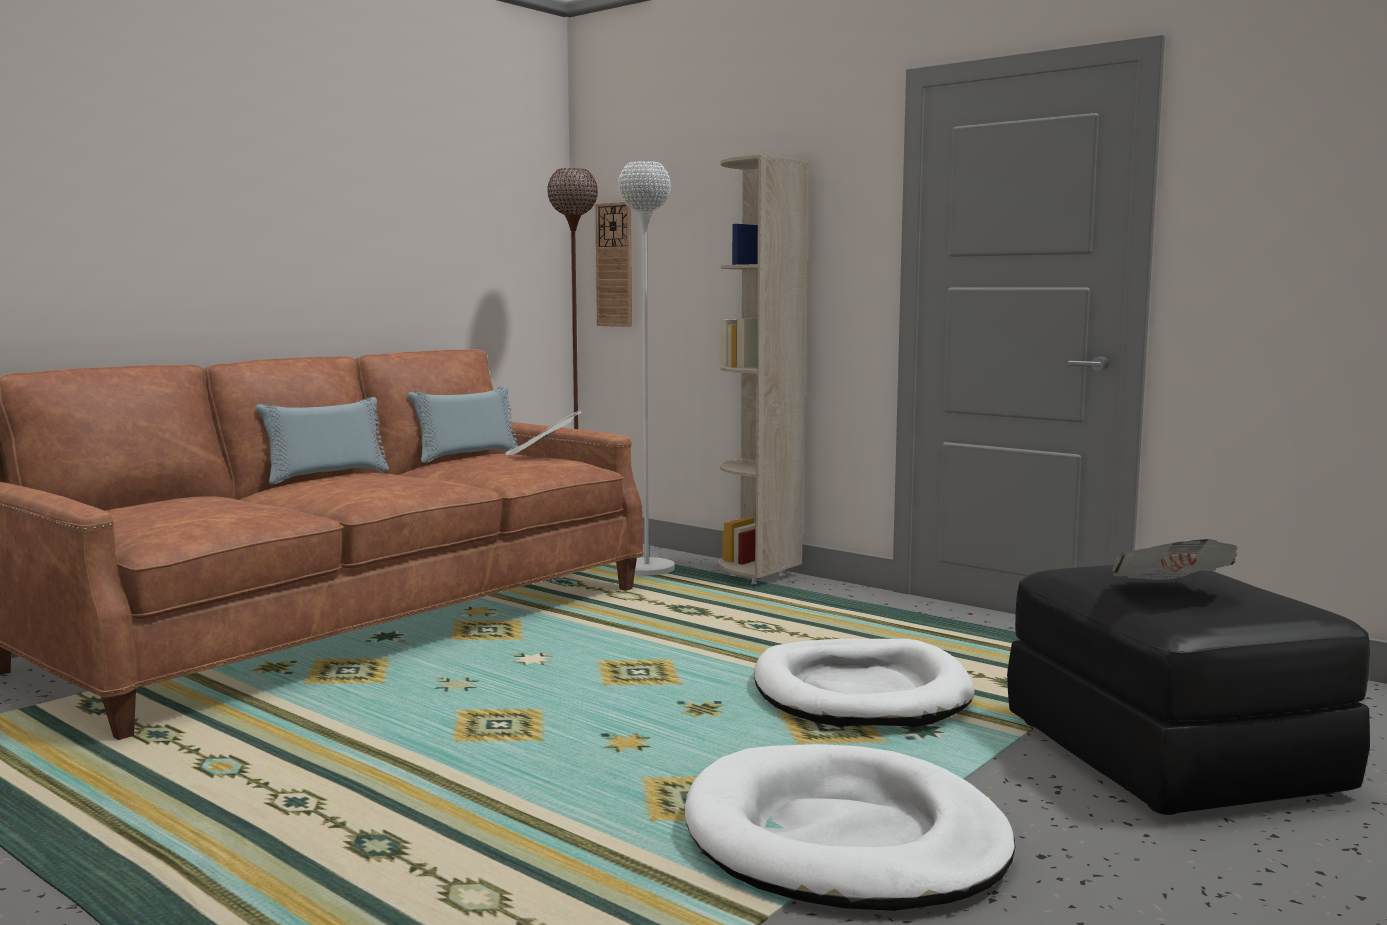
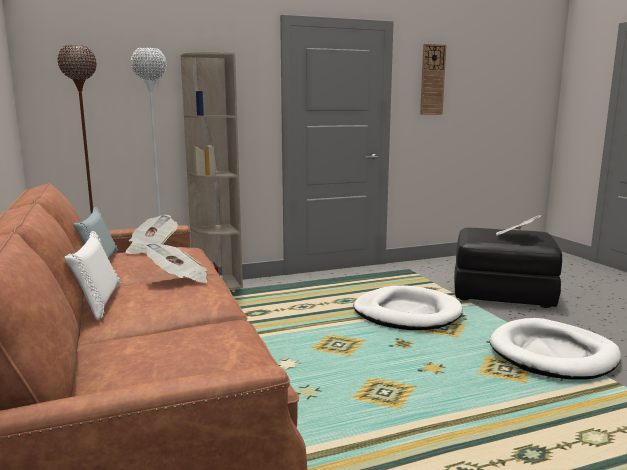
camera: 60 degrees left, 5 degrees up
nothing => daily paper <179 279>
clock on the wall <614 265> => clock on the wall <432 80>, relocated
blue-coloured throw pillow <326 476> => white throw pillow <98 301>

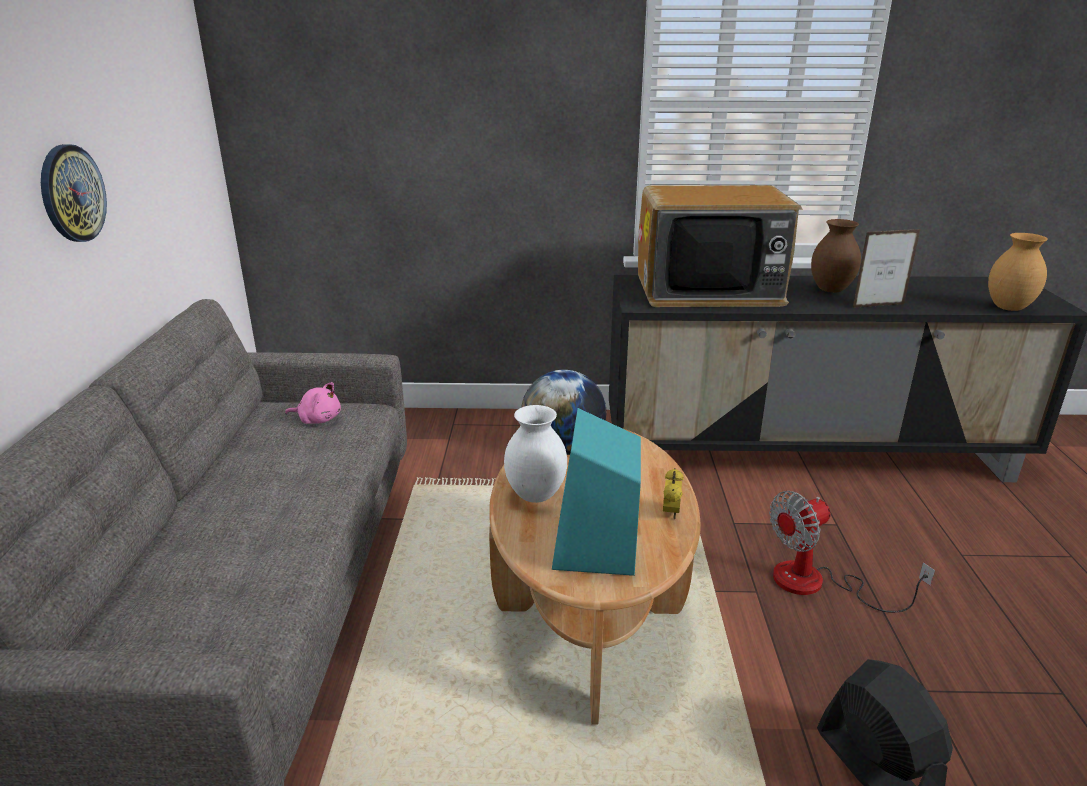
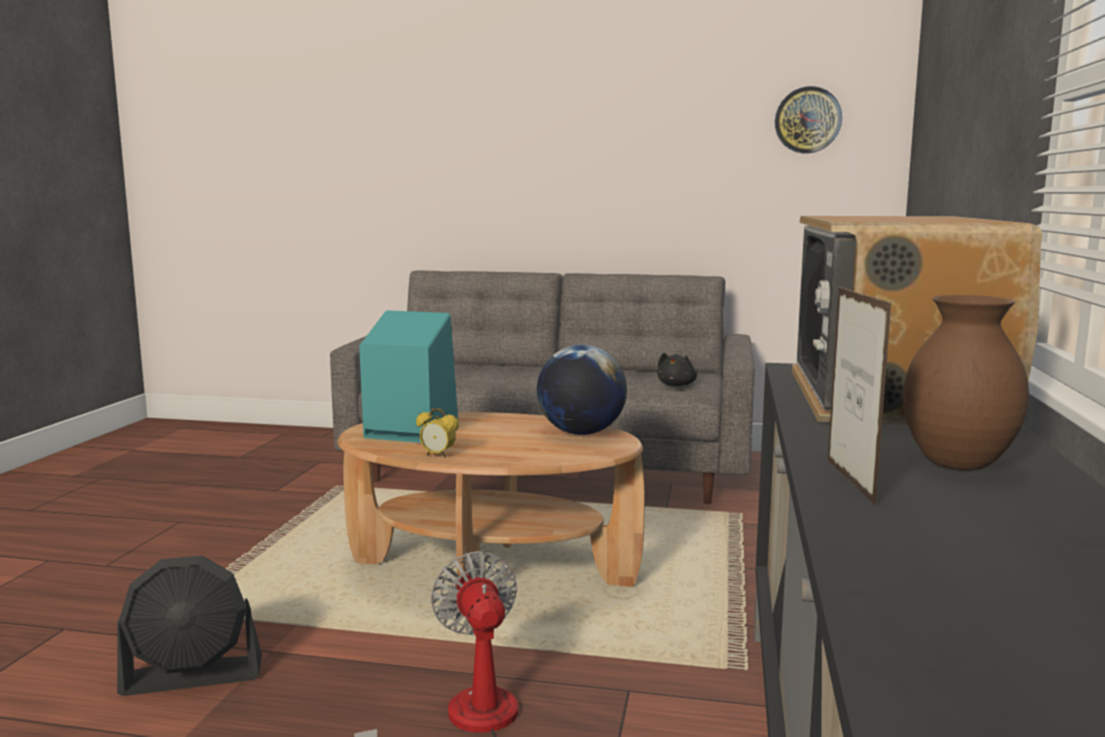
camera: 100 degrees right, 15 degrees down
white flower vase <534 495> => nothing
brownish flower vase <1009 308> => nothing
clock on the wall <72 193> => clock on the wall <807 120>, relocated
pinkish soft toy <318 419> => black-coloured soft toy <677 385>

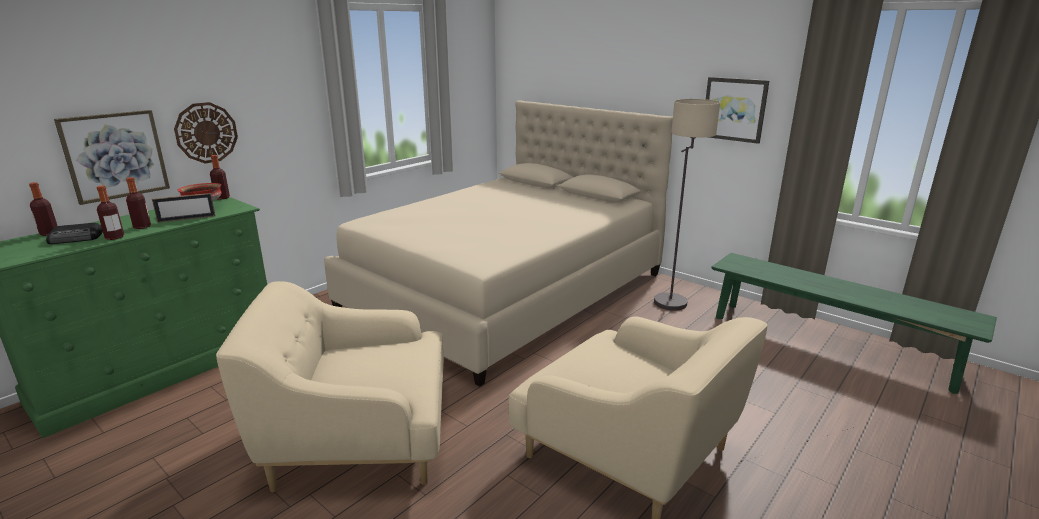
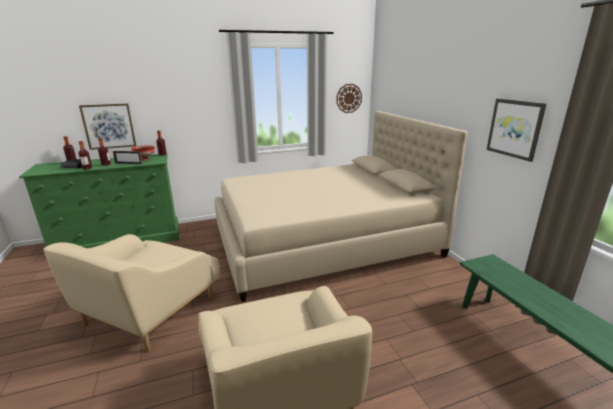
camera: 30 degrees right, 0 degrees up
beige standard lamp <673 299> => nothing
clock on the wall <206 132> => clock on the wall <349 98>, relocated
beige lounge chair <359 437> => beige lounge chair <150 310>, 90 degrees counterclockwise

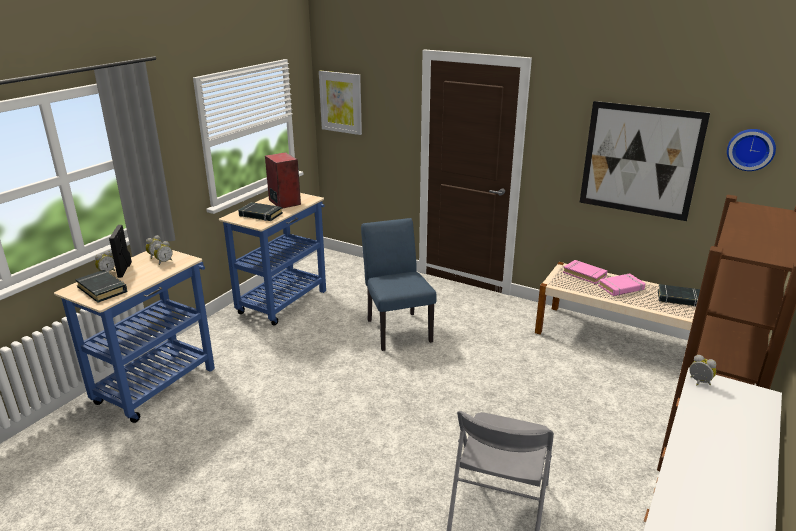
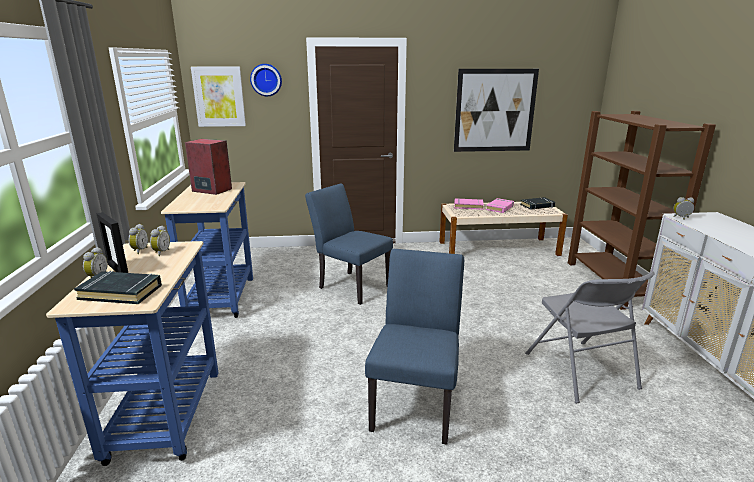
camera: 35 degrees left, 5 degrees down
black-coloured volume <260 215> => nothing
nothing => blue-coloured chair <416 402>
clock on the wall <751 149> => clock on the wall <266 80>, relocated

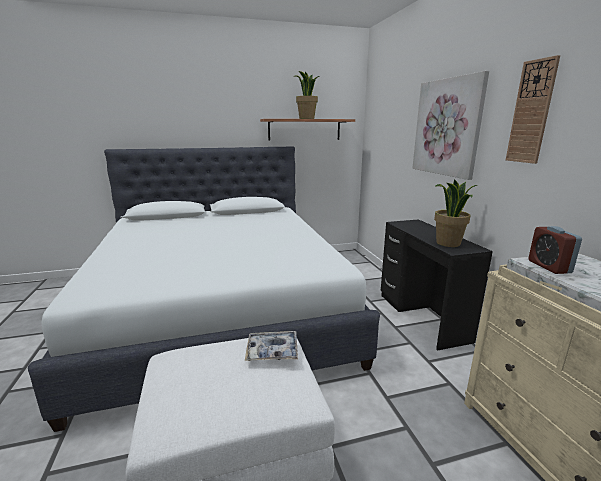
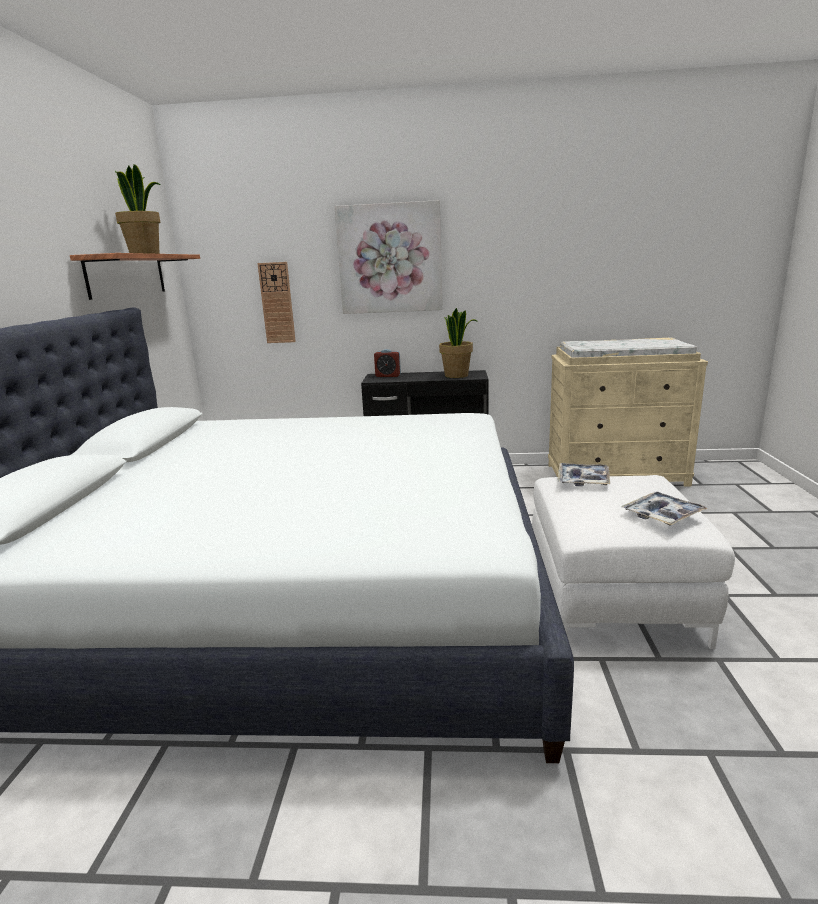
camera: 70 degrees left, 0 degrees up
nothing => serving tray <662 515>
clock on the wall <531 112> => clock on the wall <277 303>, relocated
alarm clock <549 267> => alarm clock <388 376>, relocated

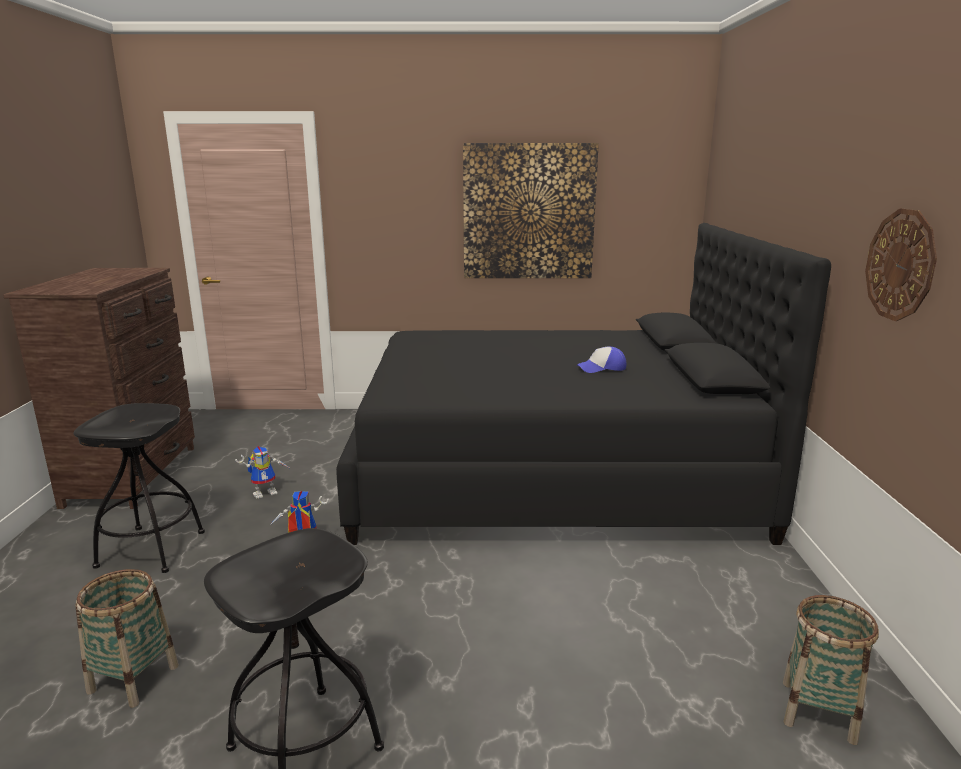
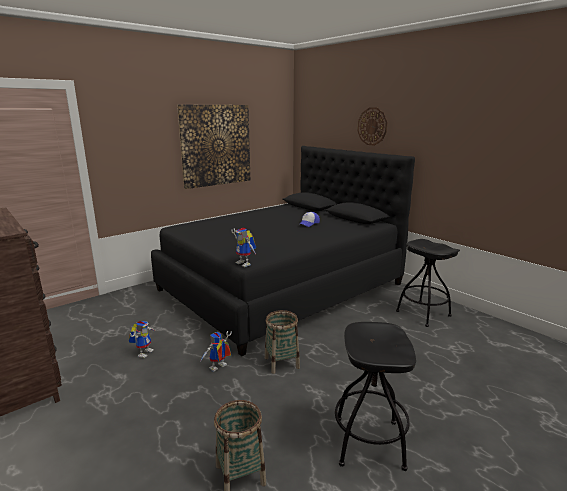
camera: 40 degrees left, 0 degrees up
nothing => model robot <246 263>
black-coloured stool seat <151 548> => black-coloured stool seat <423 313>, relocated
household basket <818 711> => household basket <281 362>, relocated
clock on the wall <900 265> => clock on the wall <372 126>, relocated

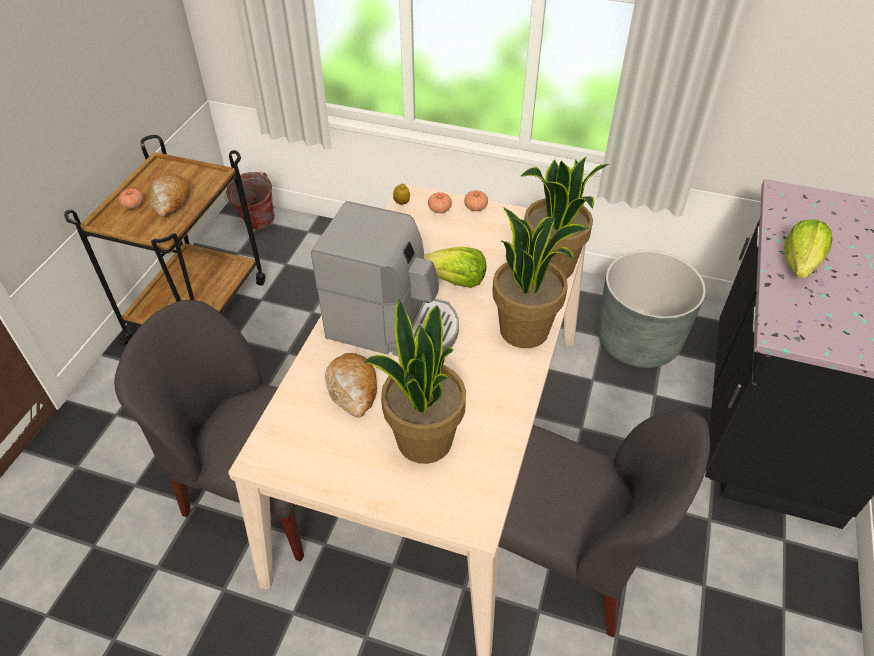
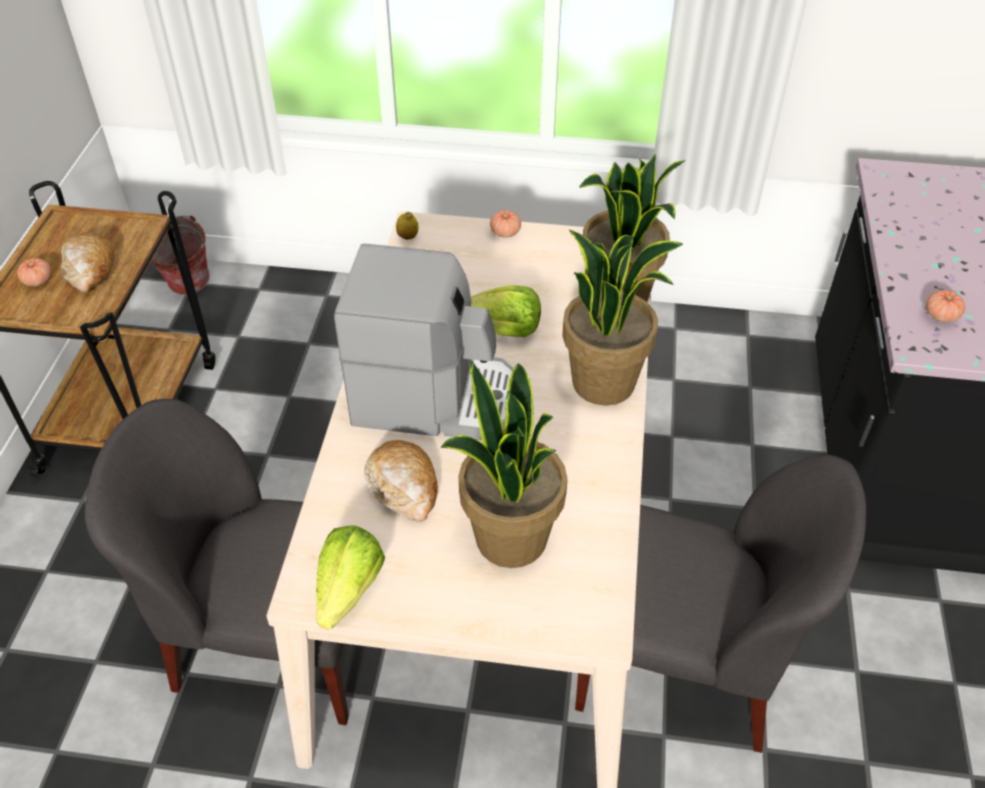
camera: 10 degrees left, 0 degrees up
greyish plant pot <637 341> => nothing
whole tomato <439 209> => whole tomato <941 315>, relocated
head of lettuce <800 264> => head of lettuce <349 590>, relocated

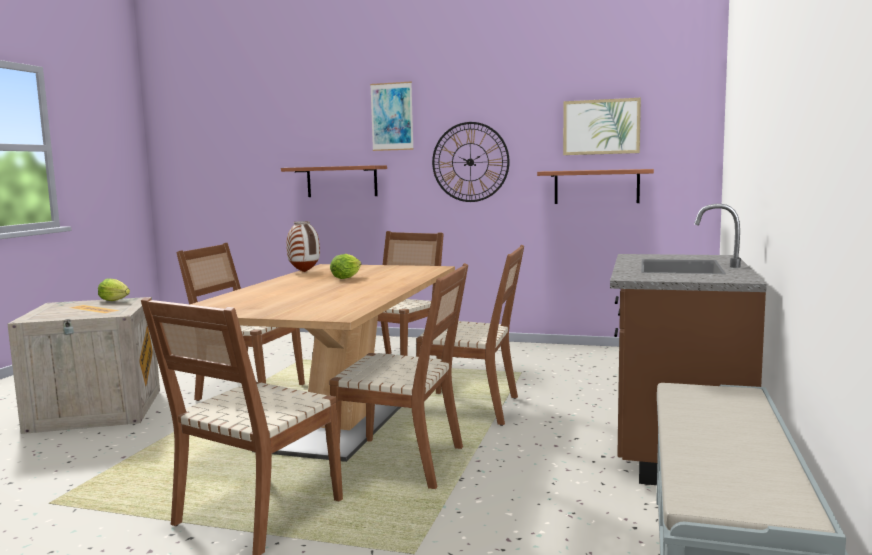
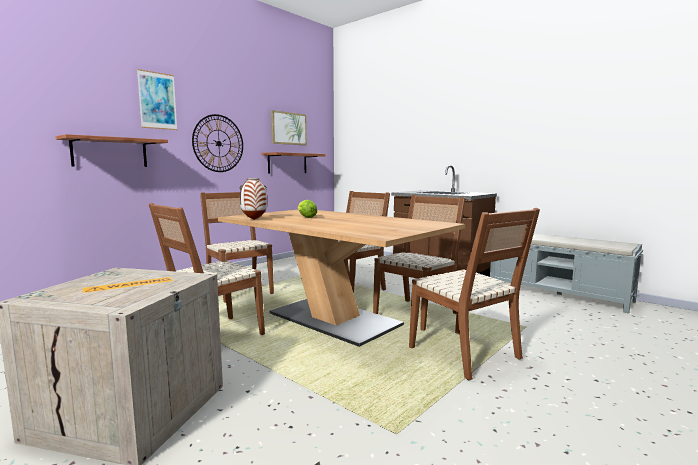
camera: 65 degrees left, 0 degrees up
head of lettuce <116 301> => nothing

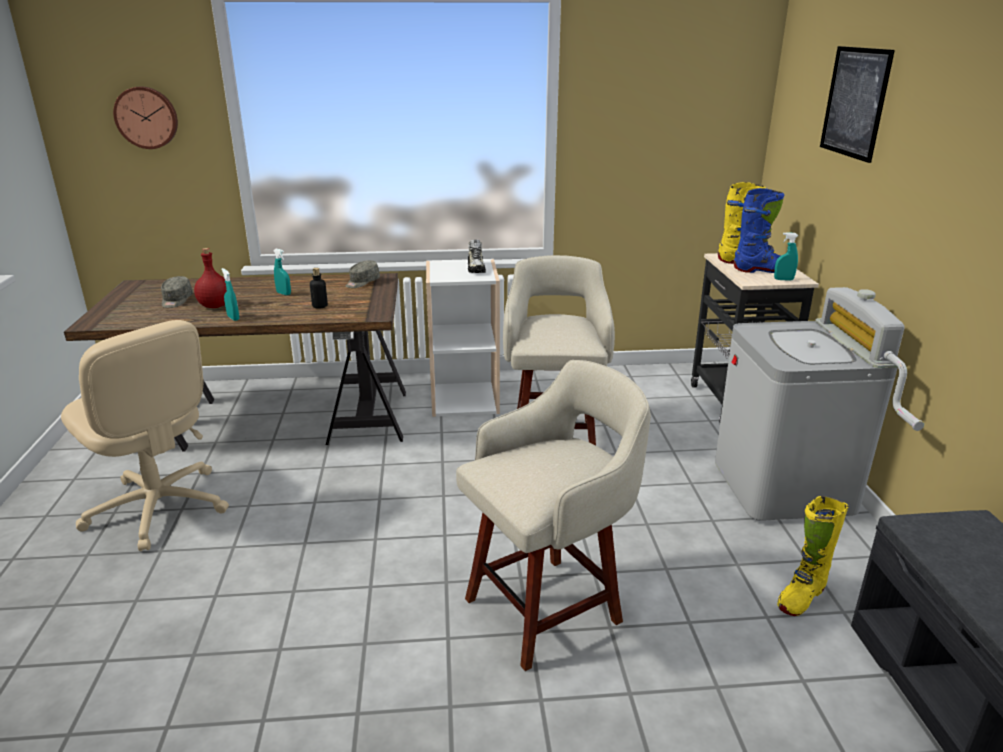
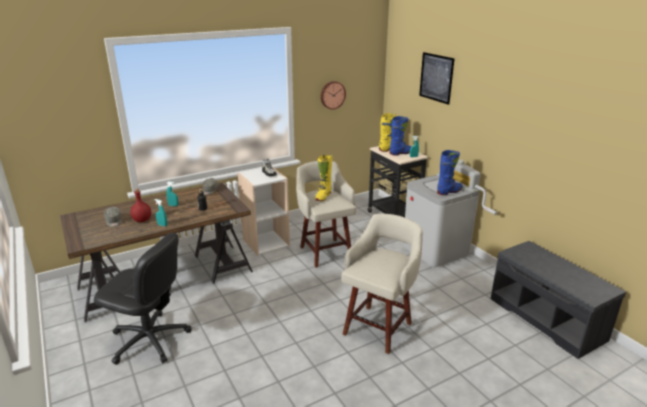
camera: 25 degrees left, 0 degrees up
nothing => blue-coloured tall boot <449 192>
clock on the wall <147 117> => clock on the wall <332 95>, relocated
yellow-coloured tall boot <801 597> => yellow-coloured tall boot <323 197>, relocated
beige computer chair <158 508> => black-coloured computer chair <149 340>

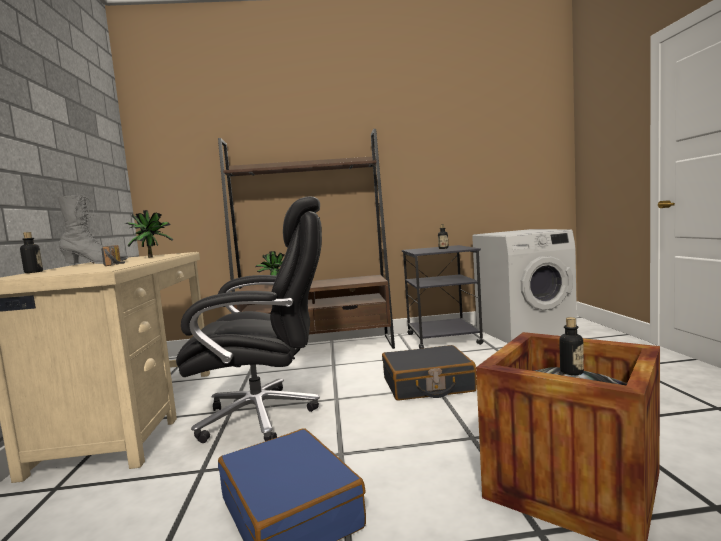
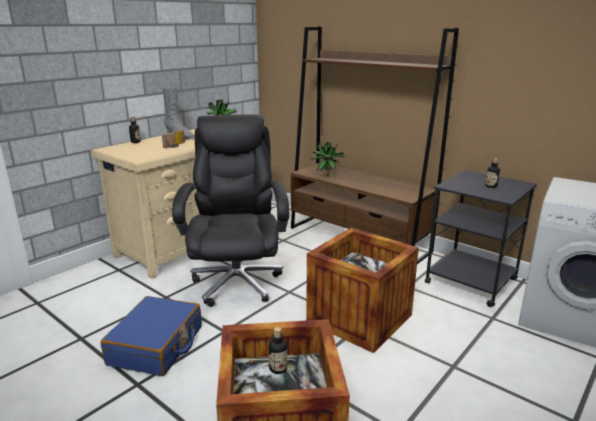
camera: 45 degrees right, 15 degrees up
black-coloured travel case <427 385> => shipping crate <359 318>
black-coloured computer chair <266 416> => black-coloured computer chair <237 281>, 135 degrees counterclockwise

